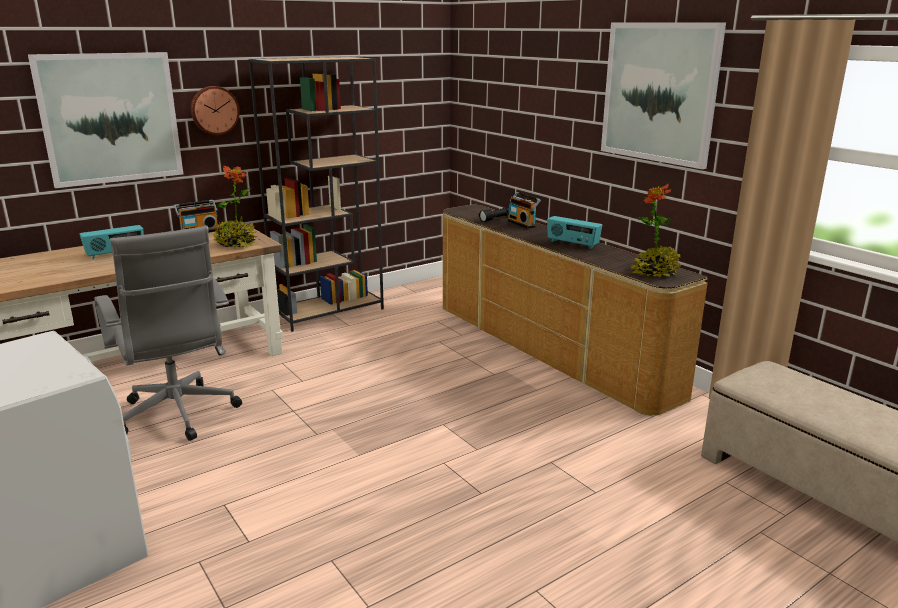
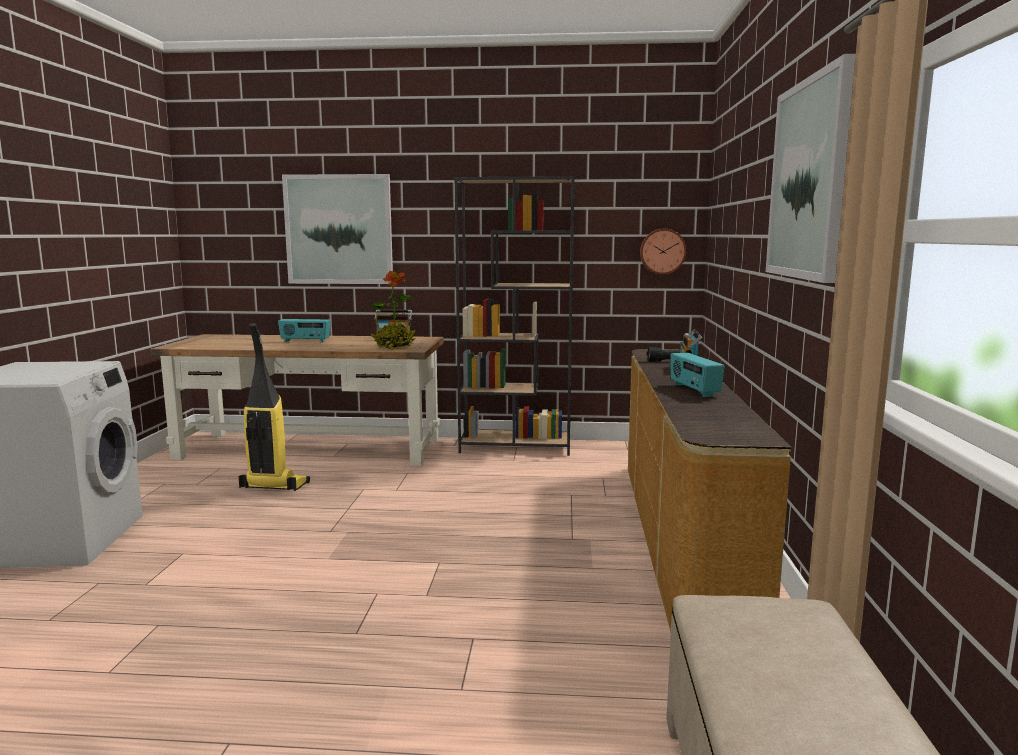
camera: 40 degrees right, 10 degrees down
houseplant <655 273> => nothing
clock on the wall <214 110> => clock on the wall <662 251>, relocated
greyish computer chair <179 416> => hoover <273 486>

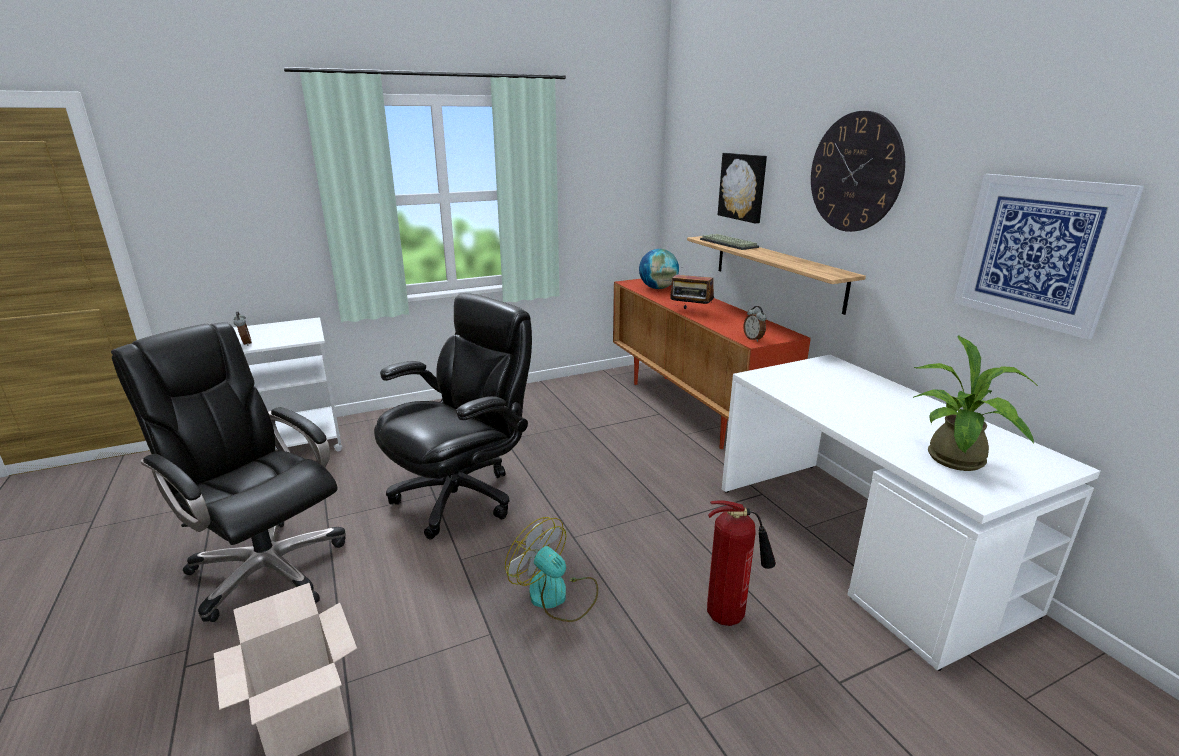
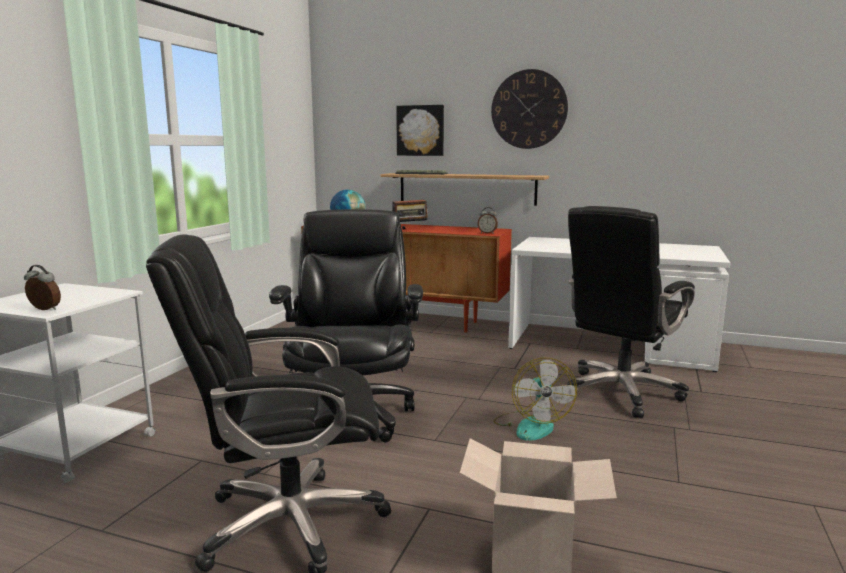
camera: 45 degrees left, 10 degrees down
houseplant <956 463> => nothing
picture <1037 251> => nothing
fire-fighting cylinder <729 616> => black-coloured computer chair <621 392>
cooling fan <556 596> => cooling fan <531 425>, 90 degrees counterclockwise

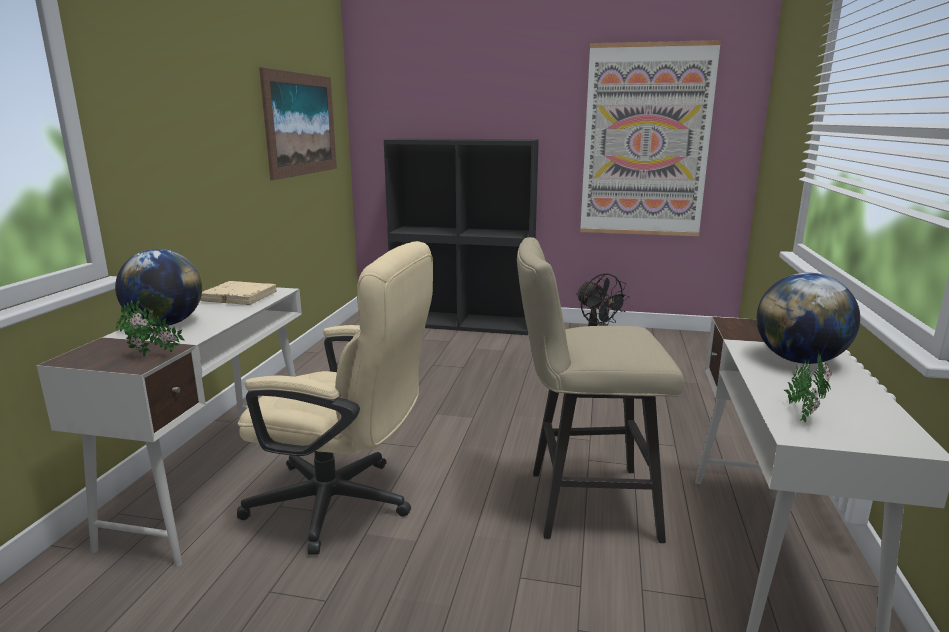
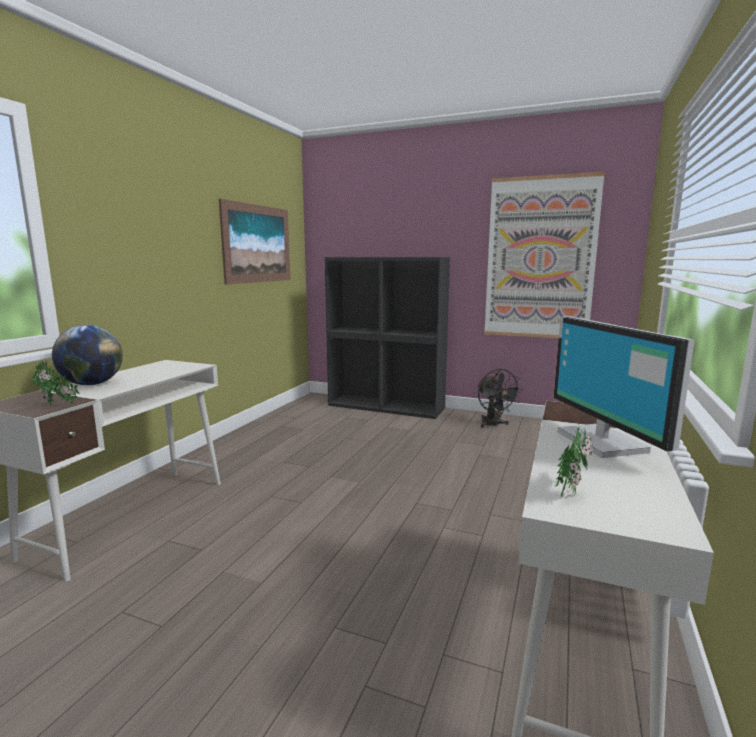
camera: 10 degrees right, 5 degrees down
beige volume <239 297> => nothing
beige computer chair <344 505> => nothing
beige stool seat <581 503> => nothing
desk globe <799 360> => computer screen <604 441>

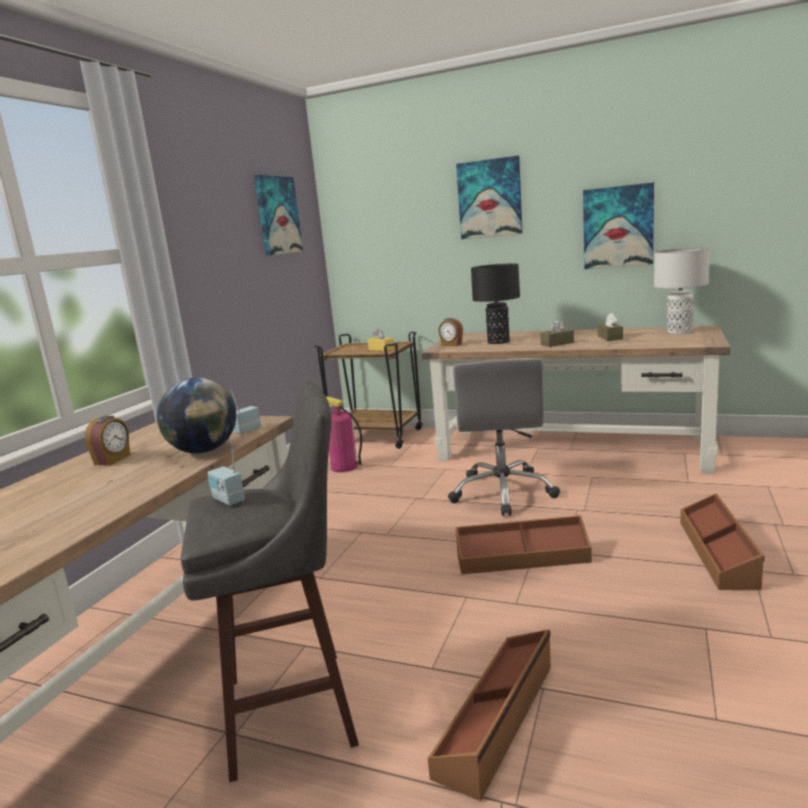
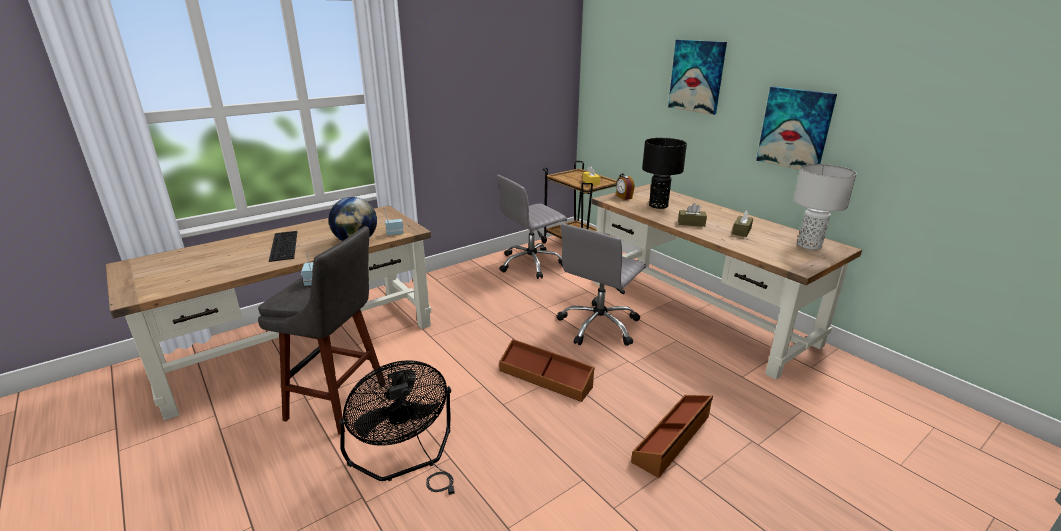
camera: 30 degrees right, 10 degrees up
alarm clock <113 460> => nothing
picture <277 215> => nothing
nothing => keyboard <282 245>
fire-fighting cylinder <344 467> => greyish computer chair <531 264>
brownish storage bin <498 719> => black-coloured cooling fan <410 460>

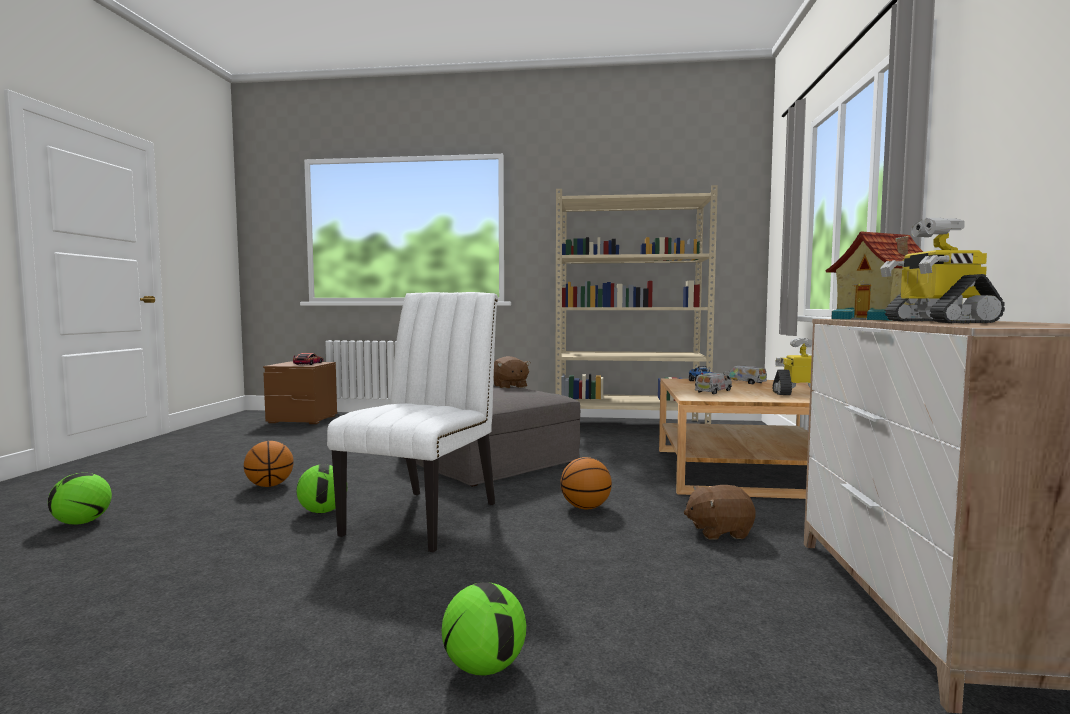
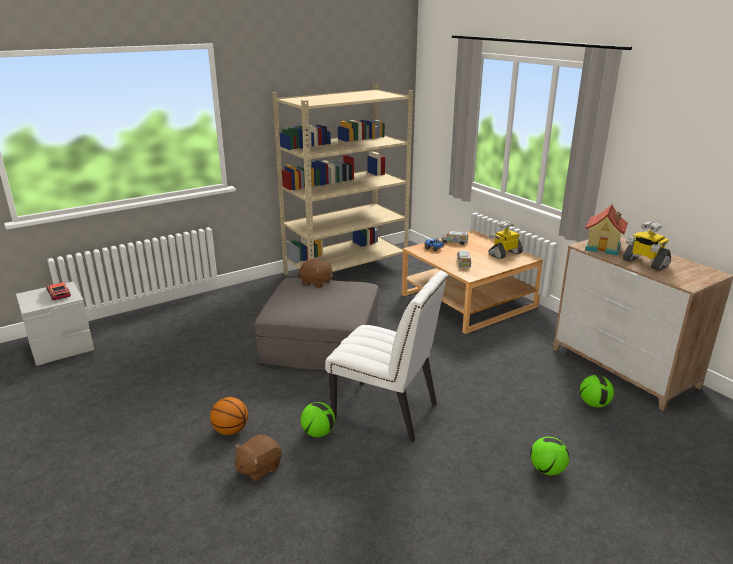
camera: 40 degrees left, 20 degrees up
basketball ball <586 507> => nothing
football <81 522> => football <594 404>, relocated
brownish soft toy <719 531> => brownish soft toy <258 468>, relocated
brownish nightstand <303 419> => white nightstand <61 348>
white chair <423 519> => white chair <384 411>, 135 degrees clockwise

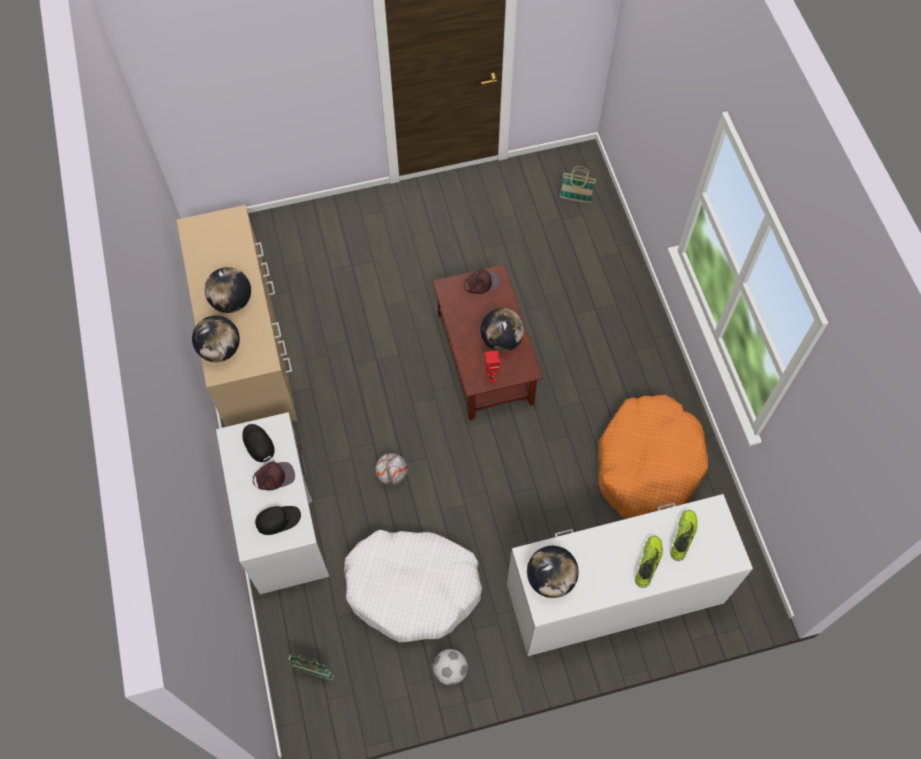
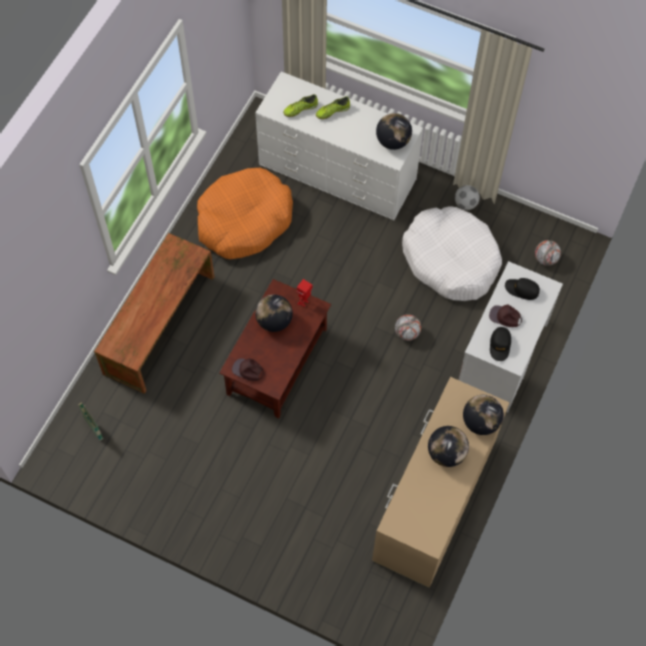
camera: 140 degrees left, 0 degrees up
nothing => brownish long seat <159 323>
household basket <314 672> => football <545 259>

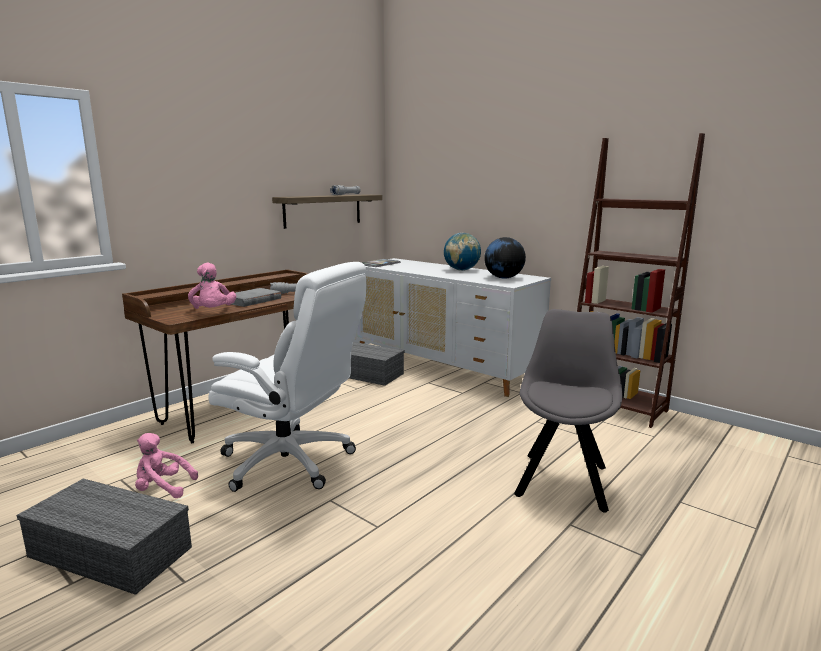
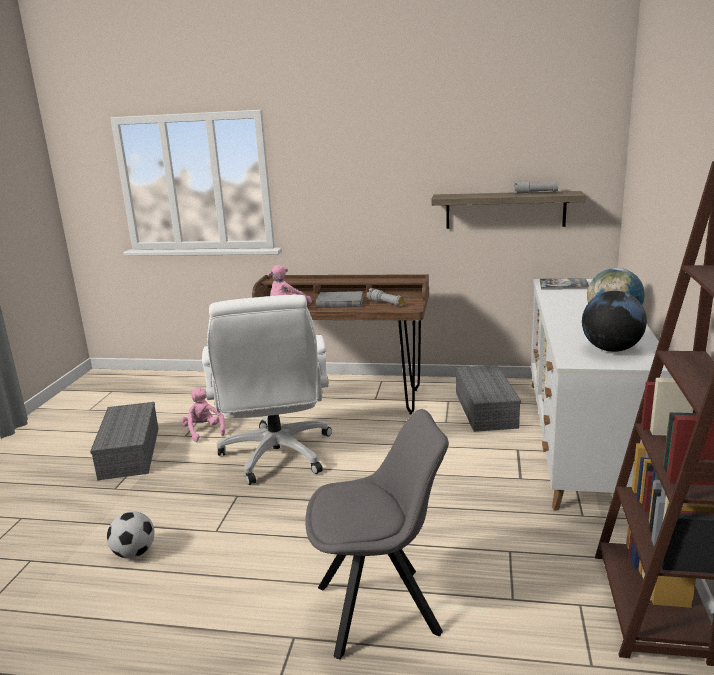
camera: 60 degrees right, 5 degrees up
nothing => football <134 553>

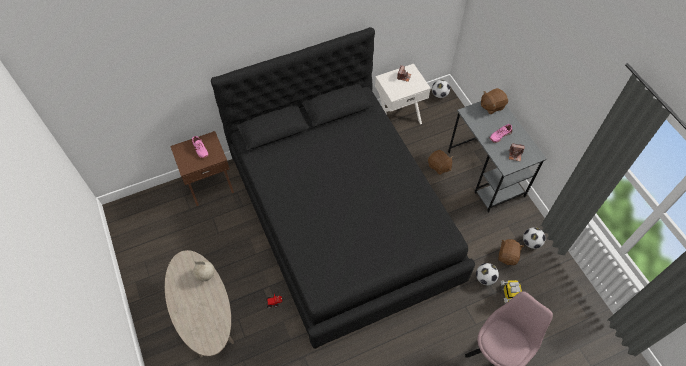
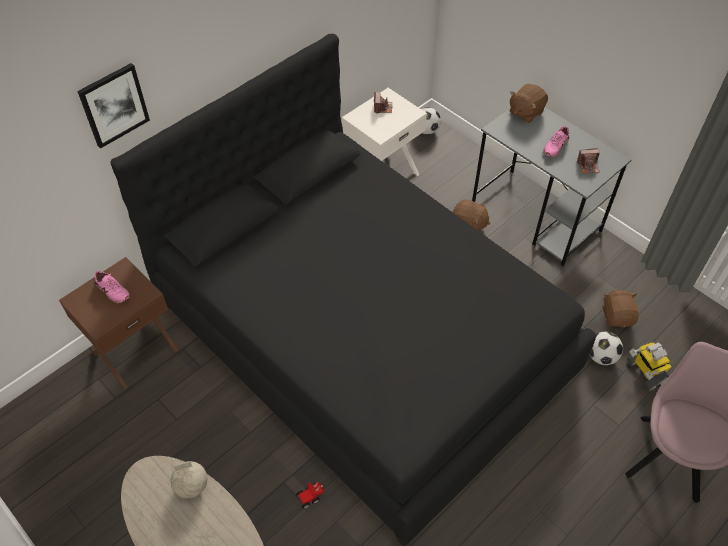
camera: 20 degrees left, 5 degrees down
football <531 242> => nothing
nothing => picture <114 105>

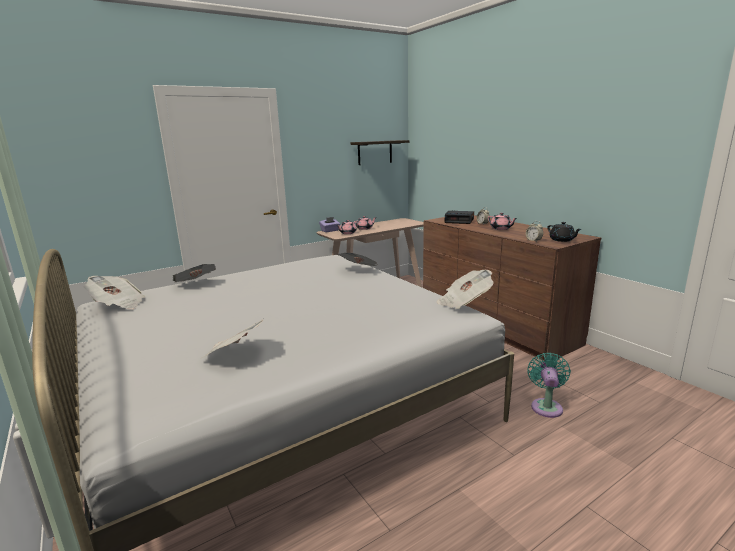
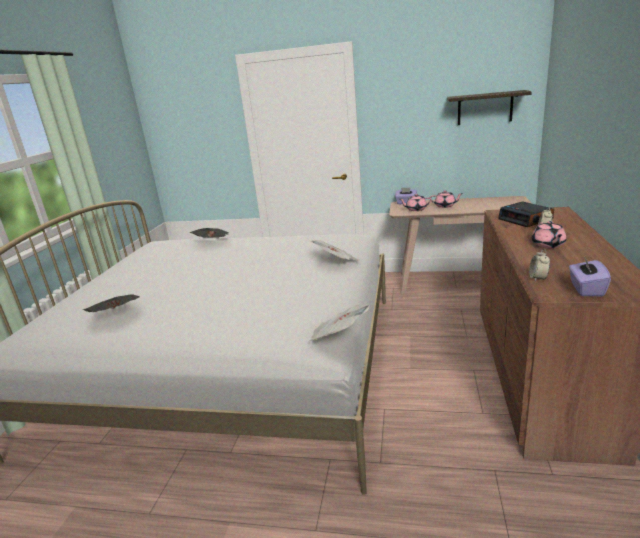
camera: 45 degrees right, 5 degrees up
daily paper <118 304> => nothing
turquoise cooling fan <546 406> => nothing
black-coloured tea pot <562 240> => purple-coloured box of tissues <586 289>

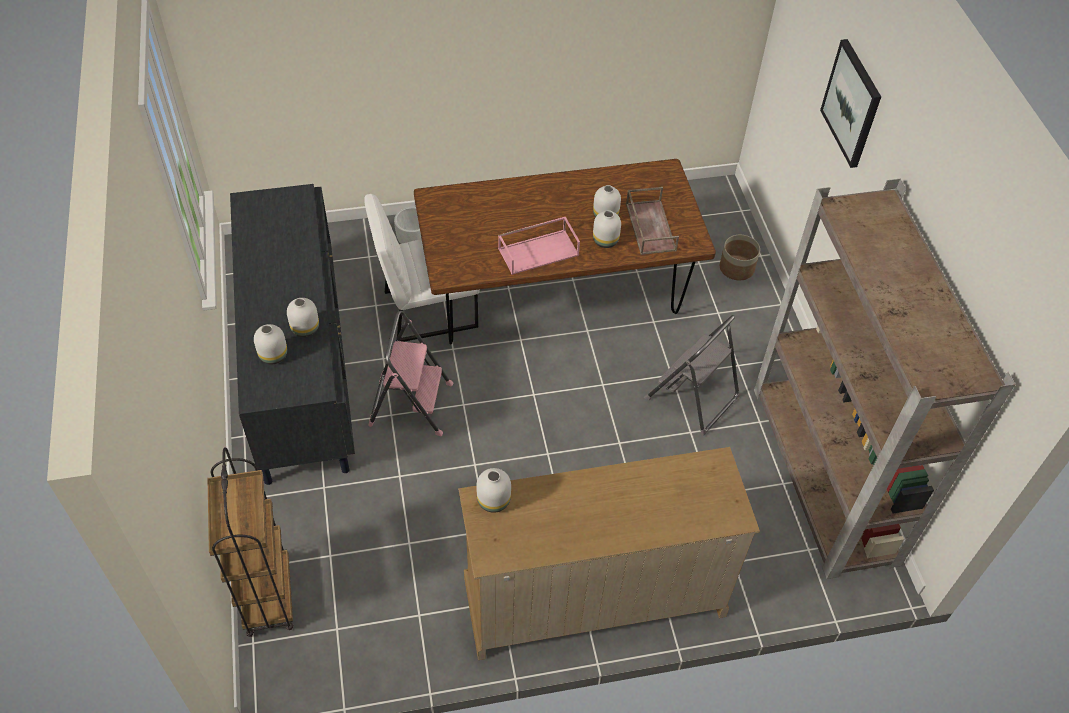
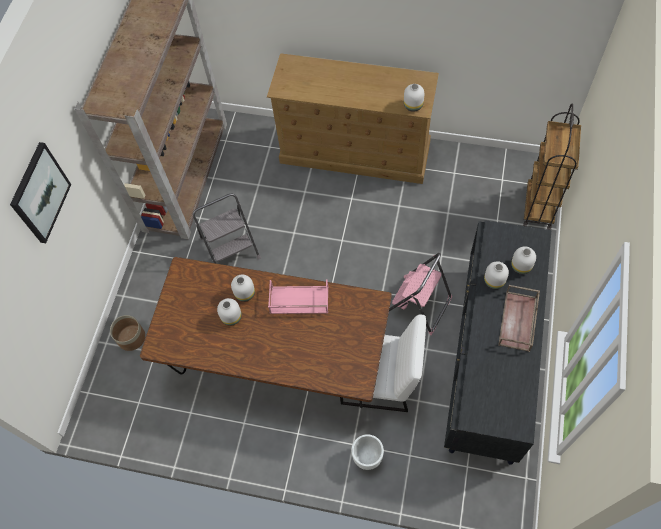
camera: 150 degrees left, 10 degrees up
brownish serving tray <649 226> => brownish serving tray <518 321>, relocated

